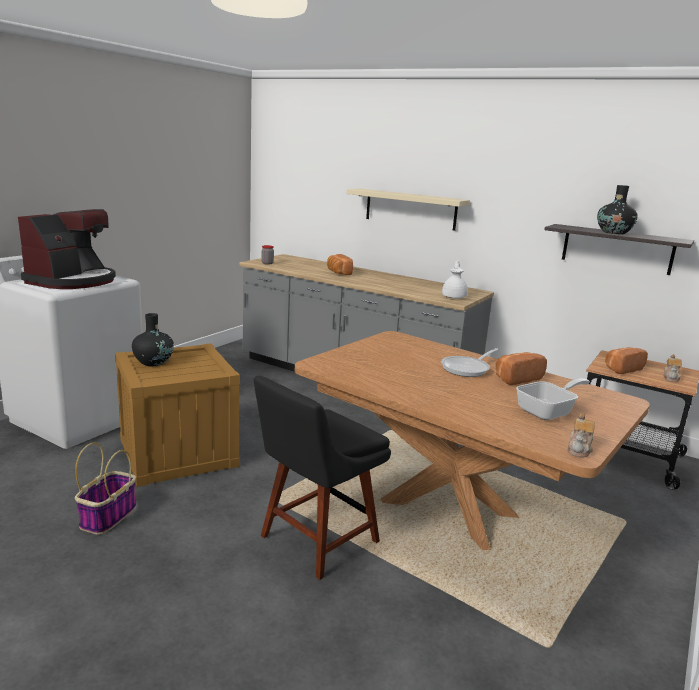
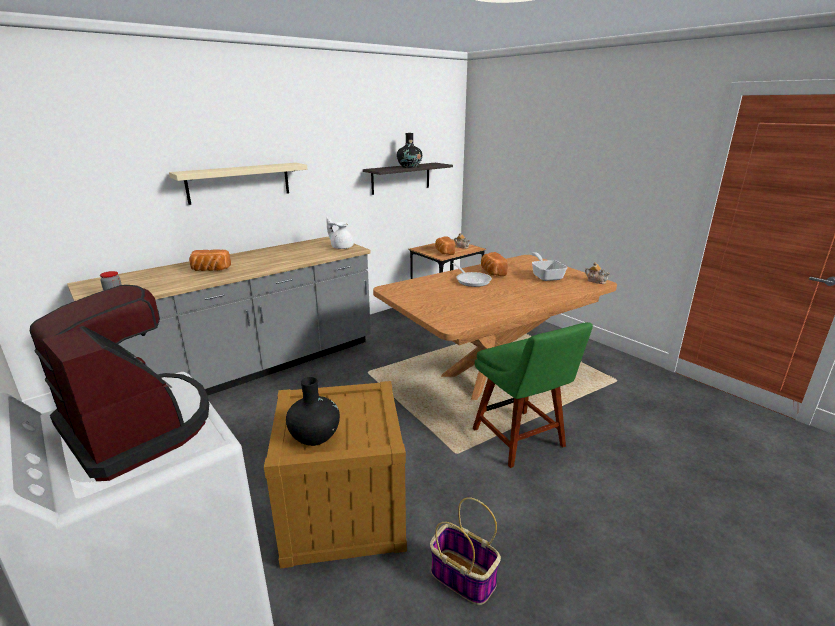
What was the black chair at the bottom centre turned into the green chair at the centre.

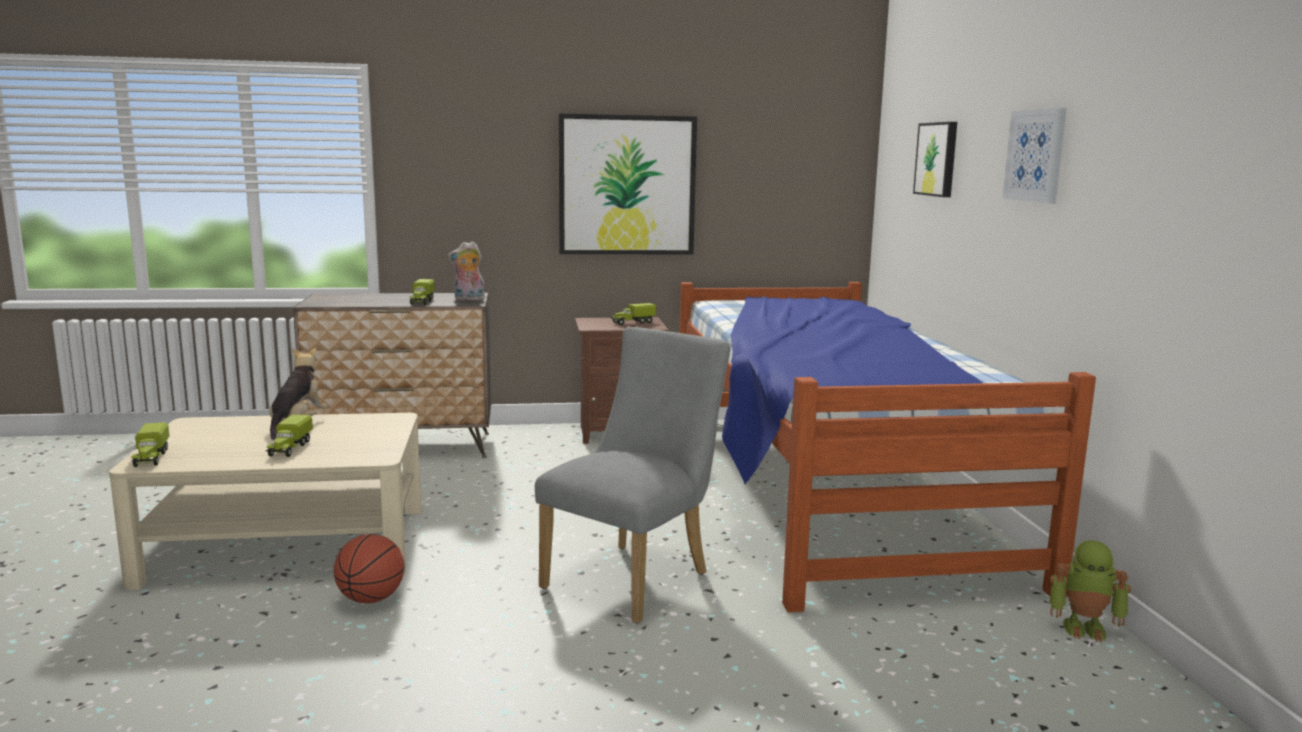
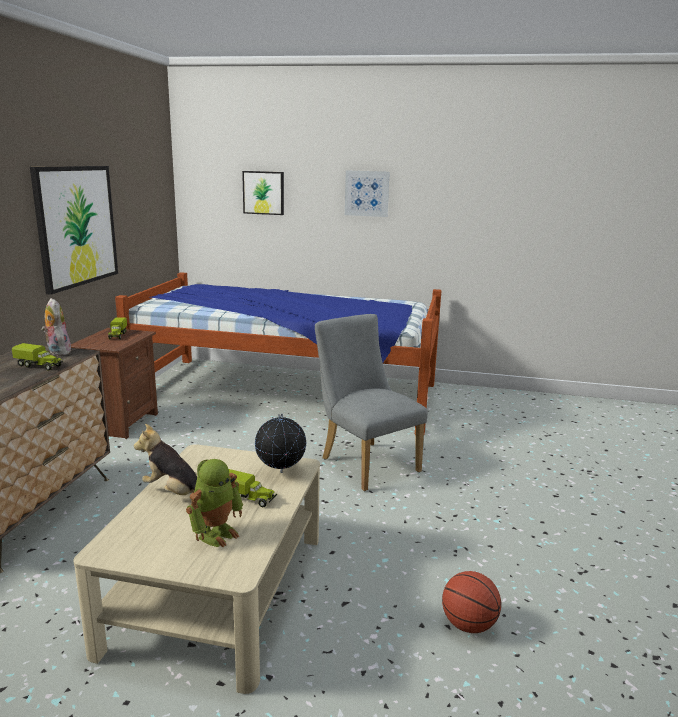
The plush toy (no. 2 from left in the first image) at the centre ended up facing another way, 135 degrees clockwise from before.
The toy robot ended up elsewhere, having gone from the bottom right to the bottom left.
The second view gained the globe at the centre.
The basketball ended up elsewhere, having gone from the bottom left to the bottom right.
The second view lost the toy truck (no. 1 from left) at the middle left.

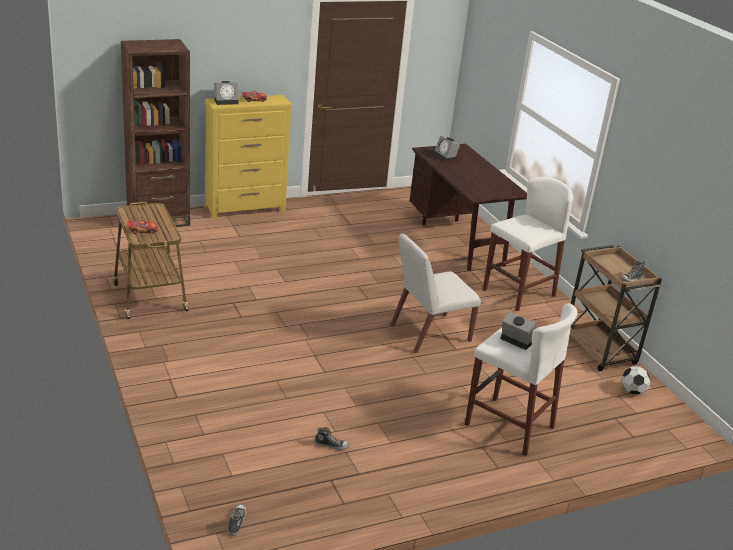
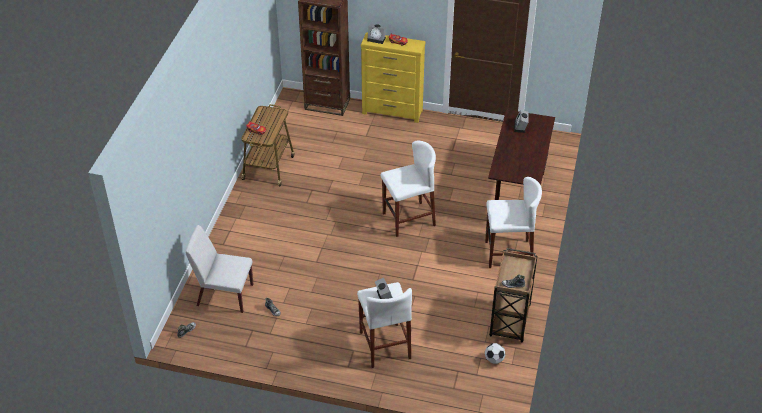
The white chair ended up elsewhere, having gone from the centre to the middle left.
The second view gained the white stool (no. 2 from left) at the centre.

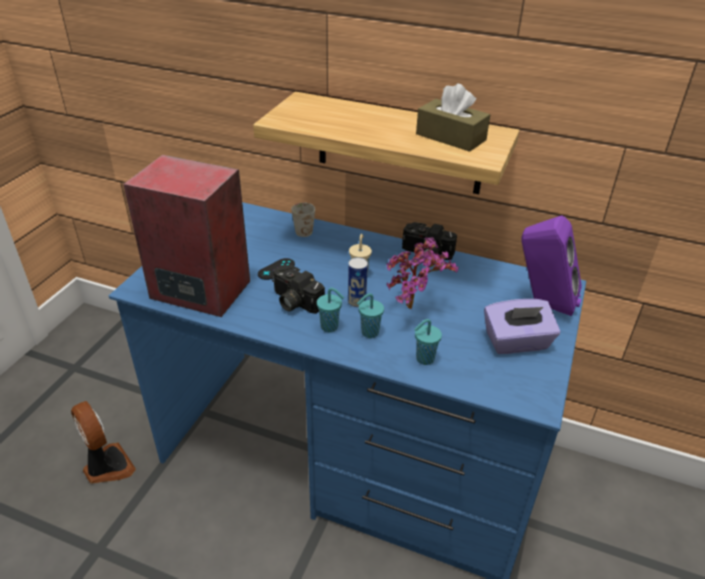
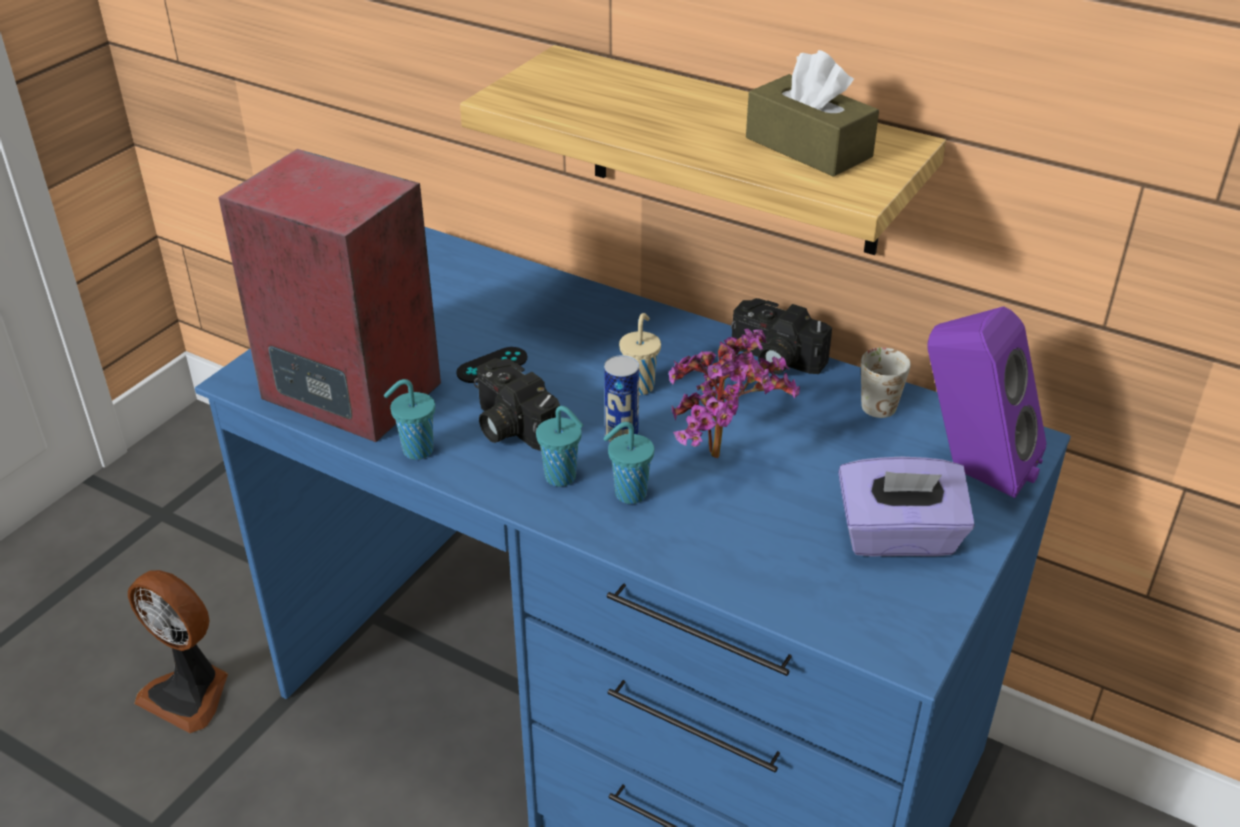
The fan at the bottom left ended up facing another way, 150 degrees clockwise from before.
The turquoise cup (no. 3 from left in the first image) ended up elsewhere, having gone from the centre to the middle left.
The white mug ended up elsewhere, having gone from the centre to the middle right.

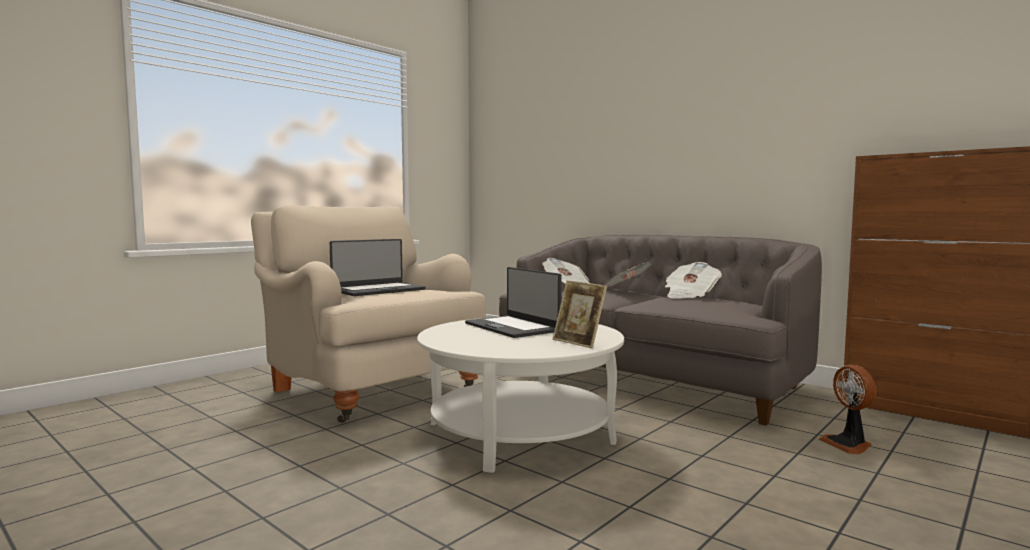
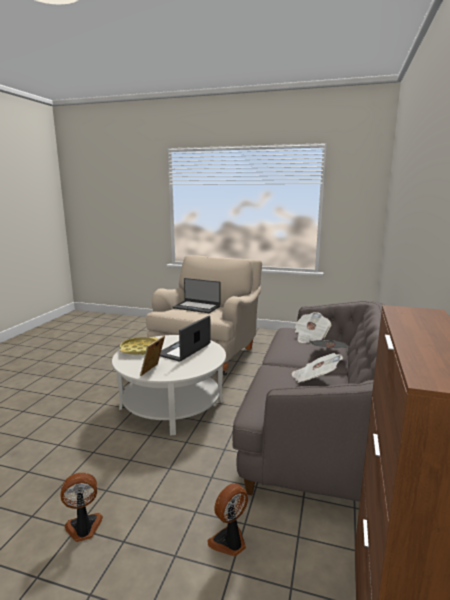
The second view gained the fan (no. 1 from left) at the bottom left.
The second view gained the yellow tray at the middle left.

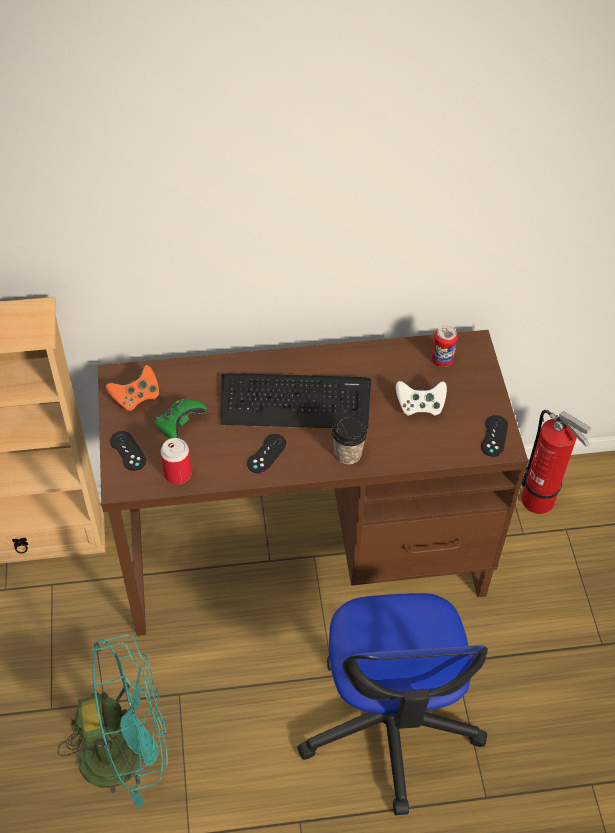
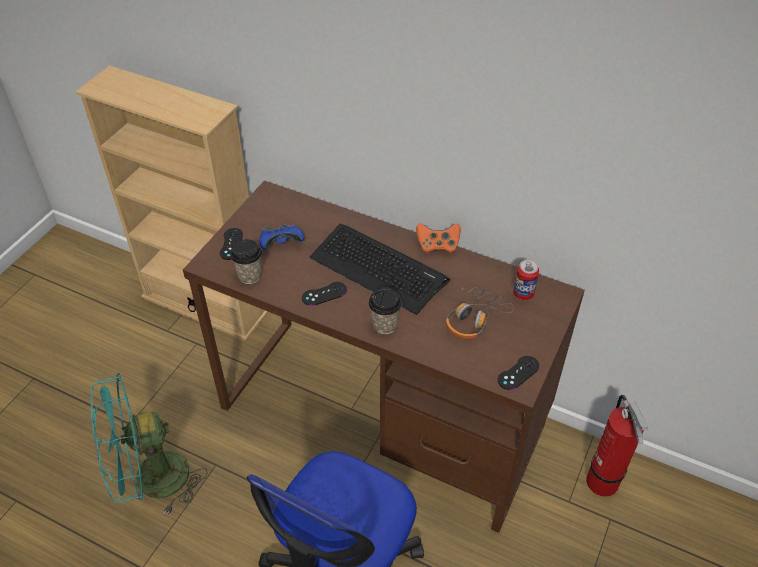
The turquoise fan at the bottom left ended up facing another way, 135 degrees clockwise from before.
Where the can (no. 1 from left) stood at the middle left, the cup (no. 1 from left) came to stand at the middle left.
What was the green game controller at the middle left turned into the blue game controller at the centre.
The orange game controller ended up elsewhere, having gone from the middle left to the centre.
Where the white game controller stood at the middle right, the headphones came to stand at the centre.

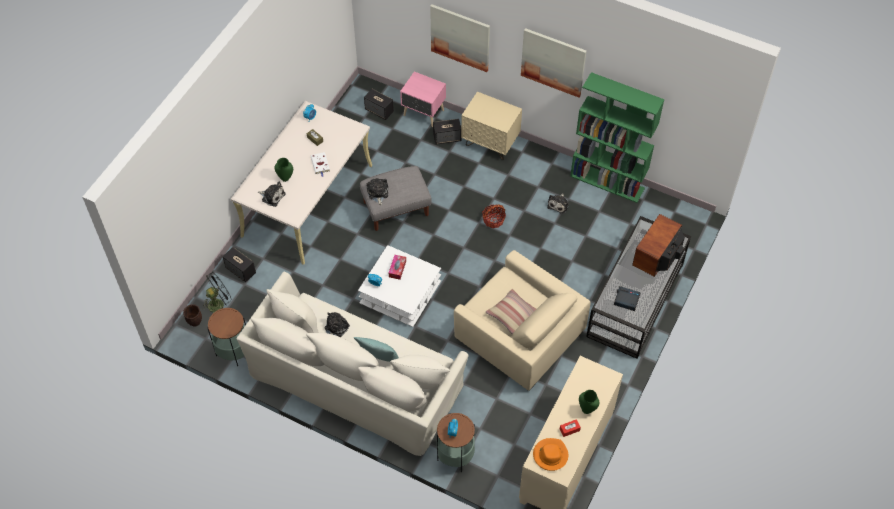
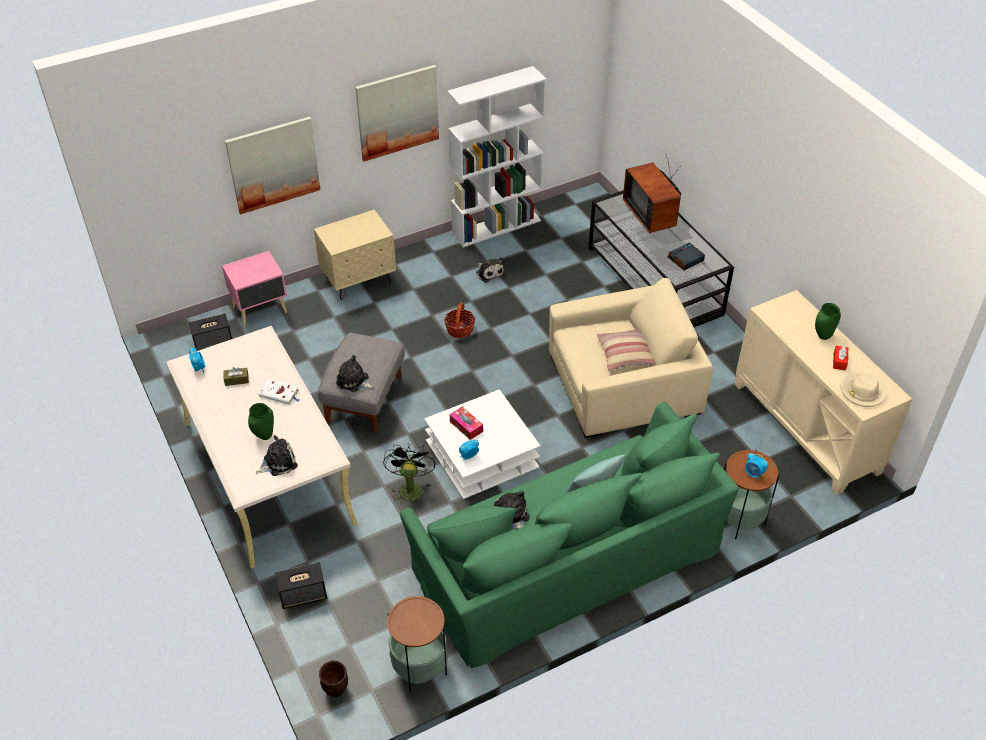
The black fan ended up elsewhere, having gone from the middle left to the centre.
What was the beige sofa at the bottom centre turned into the green sofa at the bottom centre.
What was the green bookcase at the top right turned into the white bookcase at the top centre.
What was the orange hat at the bottom centre turned into the beige hat at the middle right.
The second view lost the speaker (no. 3 from left) at the top centre.

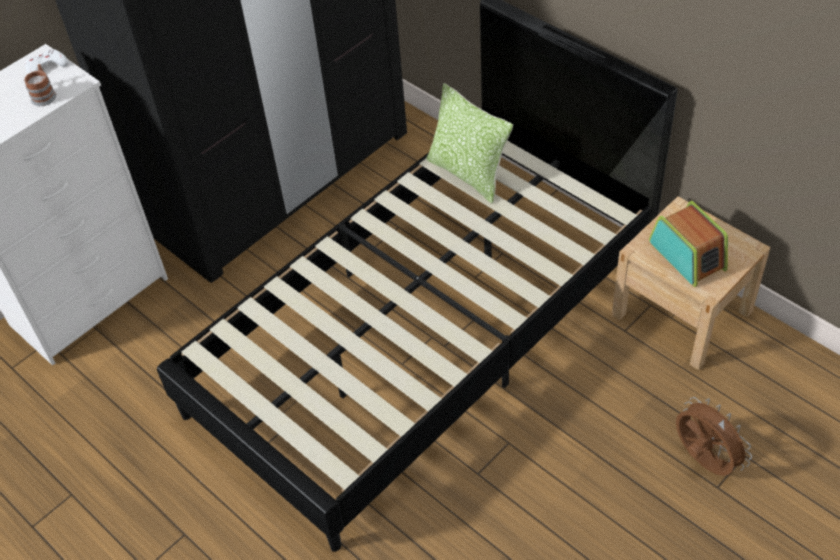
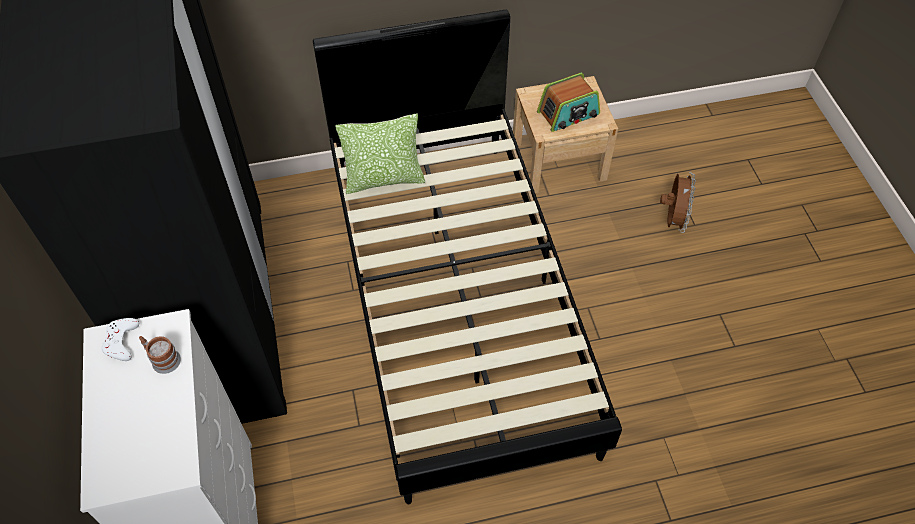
The radio at the middle right ended up facing another way, 150 degrees clockwise from before.
The brown fan at the bottom right ended up facing another way, 105 degrees clockwise from before.

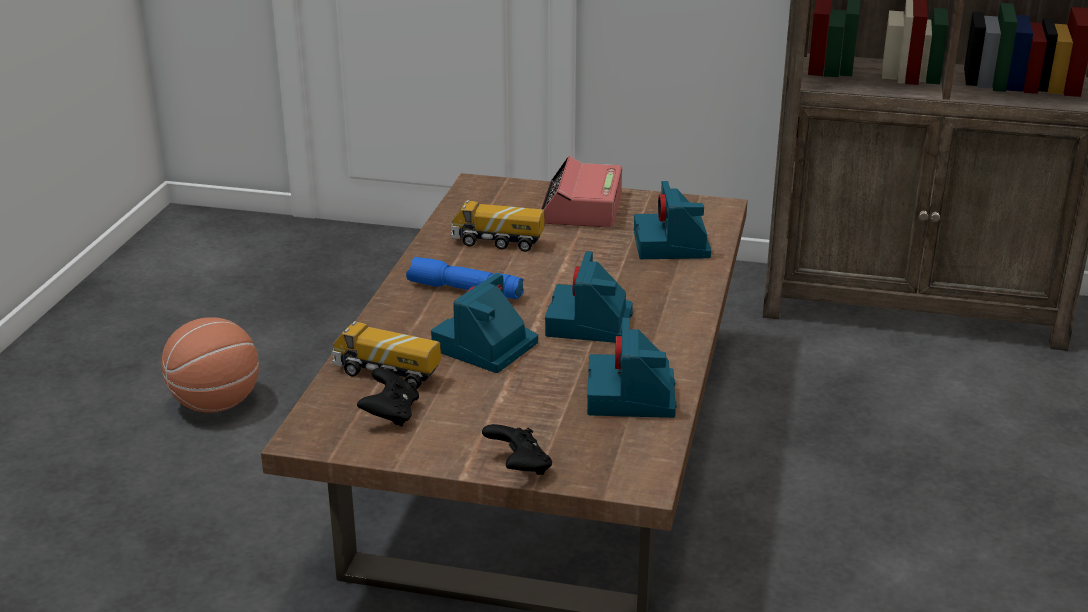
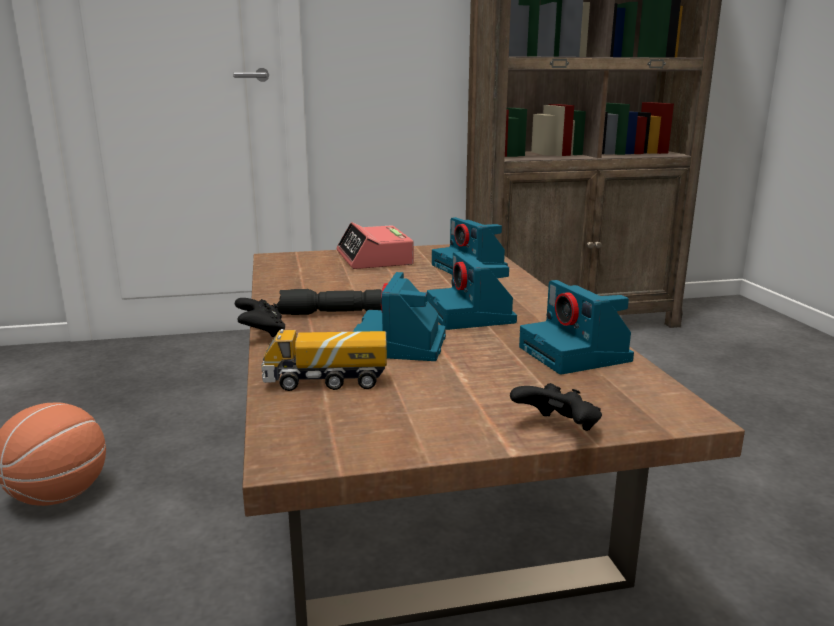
The black game controller (no. 1 from left) ended up elsewhere, having gone from the centre to the middle left.
What was the blue flashlight at the centre turned into the black flashlight at the centre.
The second view lost the toy truck (no. 2 from left) at the centre.

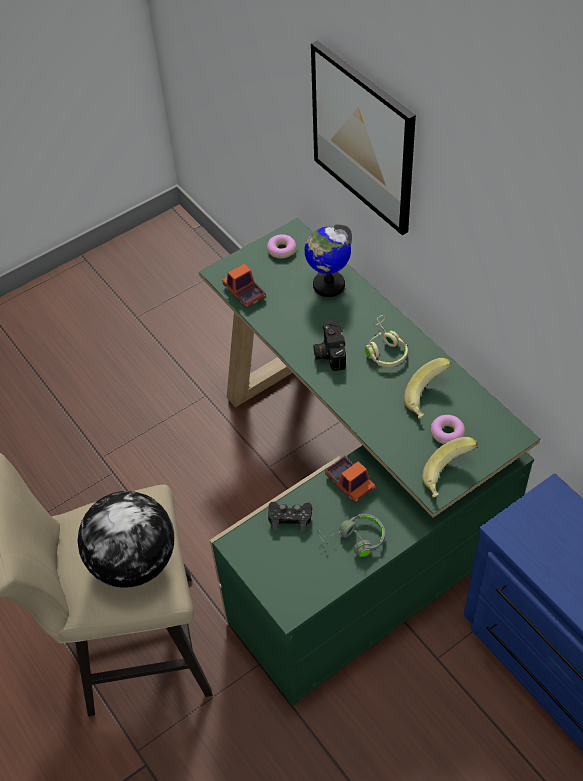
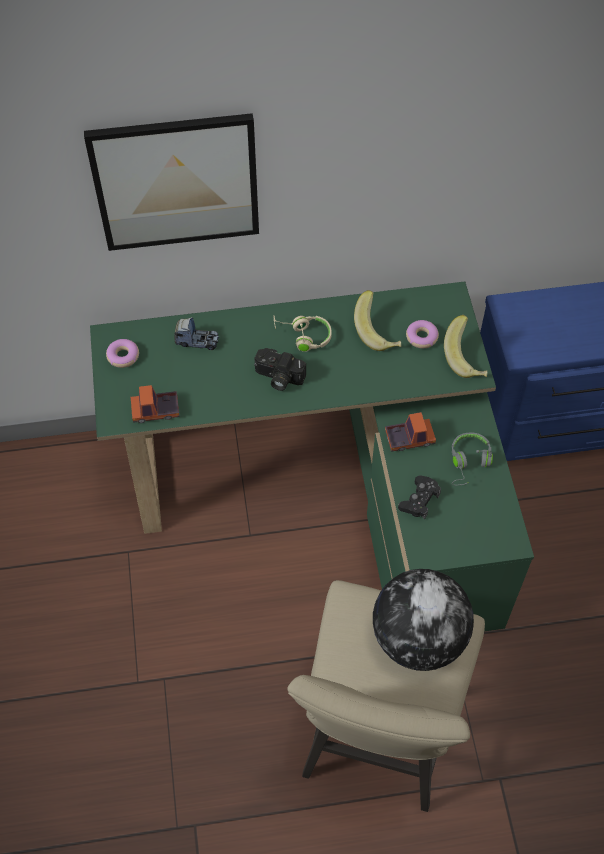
Where the globe (no. 2 from left) stood at the top centre, the toy truck (no. 2 from left) came to stand at the middle left.

